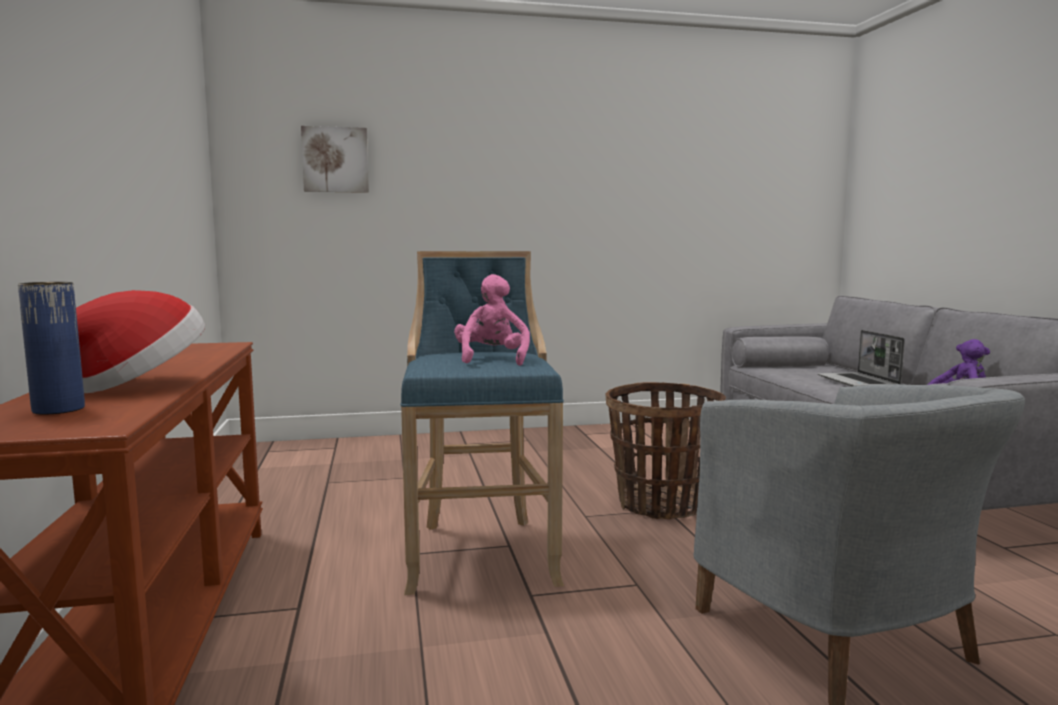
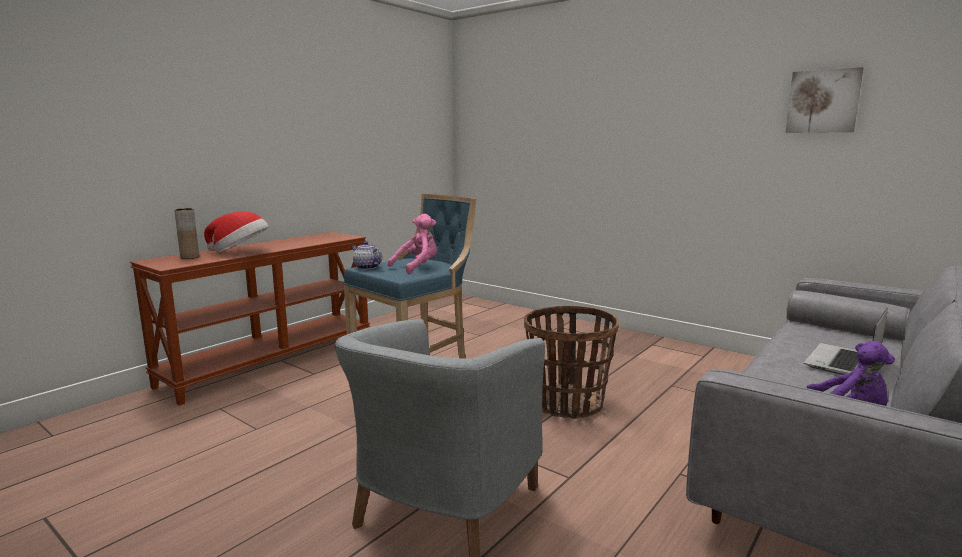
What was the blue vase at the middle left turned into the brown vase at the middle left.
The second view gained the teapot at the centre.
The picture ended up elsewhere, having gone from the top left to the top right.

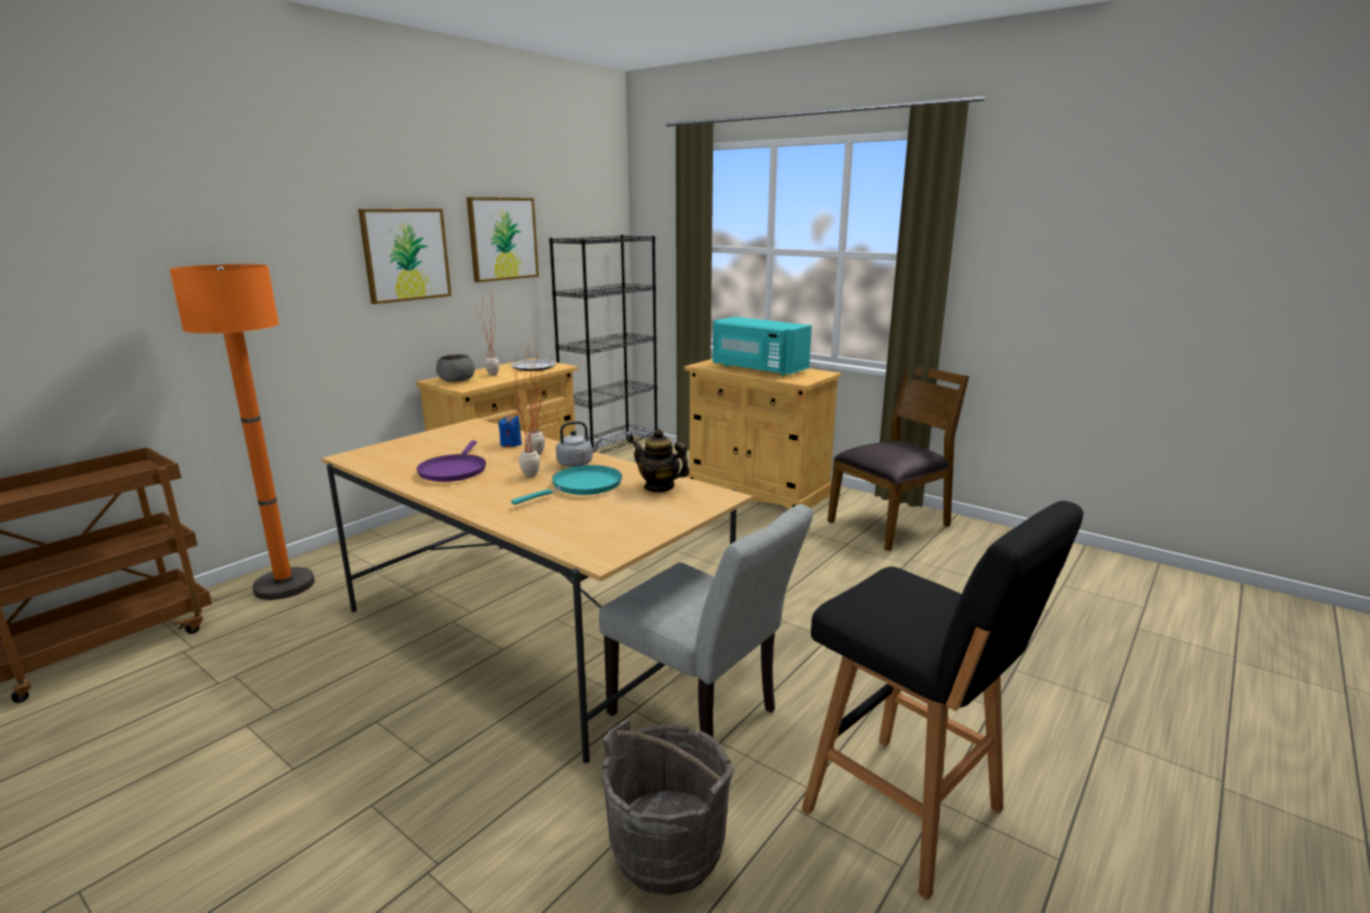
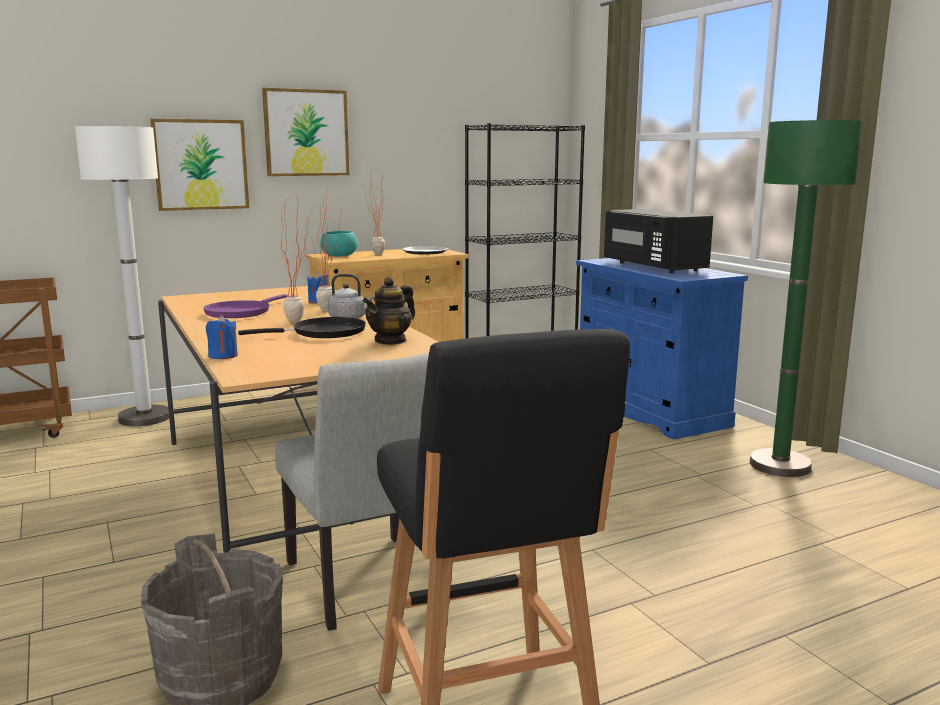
What was the orange floor lamp at the middle left turned into the white floor lamp at the middle left.
The picture (no. 2 from left in the first image) ended up elsewhere, having gone from the top centre to the top left.
The second view gained the blue candle (no. 1 from left) at the middle left.
What was the turquoise frying pan at the centre turned into the black frying pan at the middle left.
What was the grey bowl at the middle left turned into the turquoise bowl at the centre.
The teapot at the centre ended up facing another way, 105 degrees counterclockwise from before.
What was the beige cabinet (no. 2 from left) at the centre turned into the blue cabinet at the middle right.
What was the turquoise microwave at the centre turned into the black microwave at the middle right.
Where the brown chair stood at the centre, the green floor lamp came to stand at the middle right.

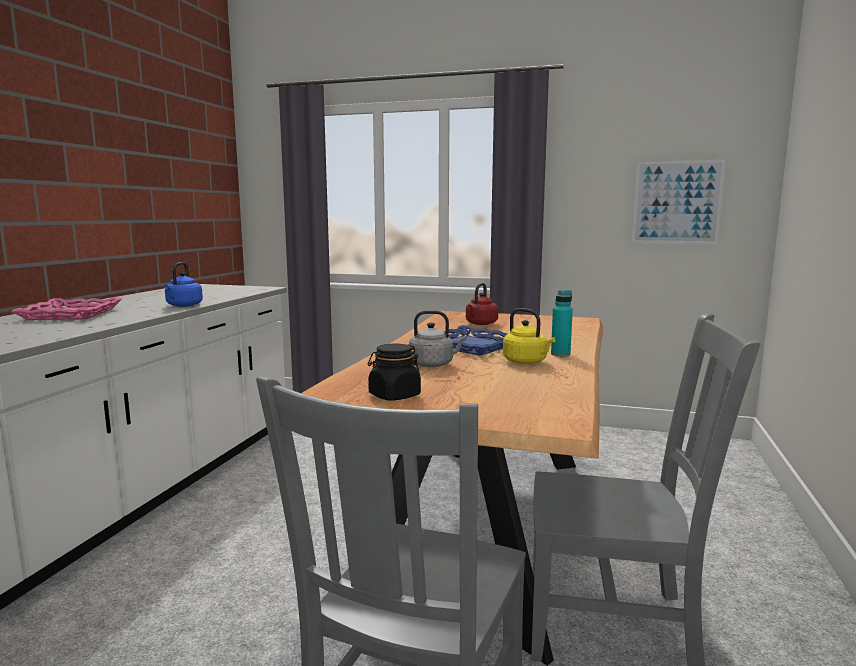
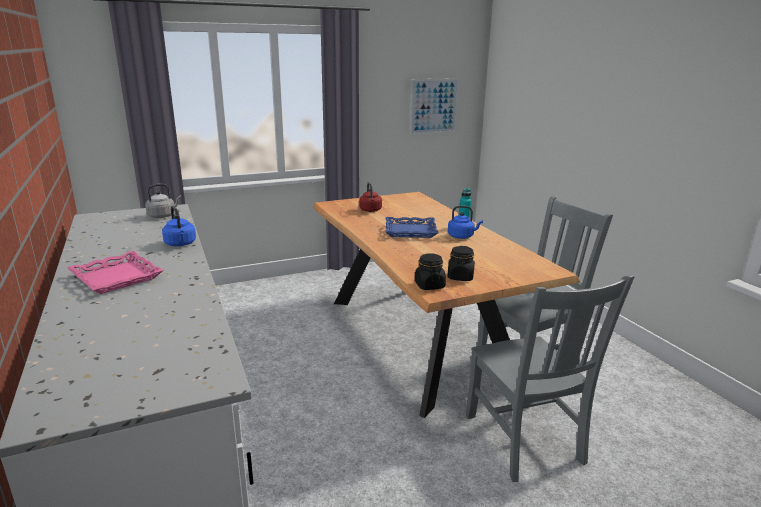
The grey kettle ended up elsewhere, having gone from the centre to the middle left.
The second view gained the black jar (no. 1 from left) at the centre.
What was the yellow kettle at the centre turned into the blue kettle (no. 2 from left) at the centre.

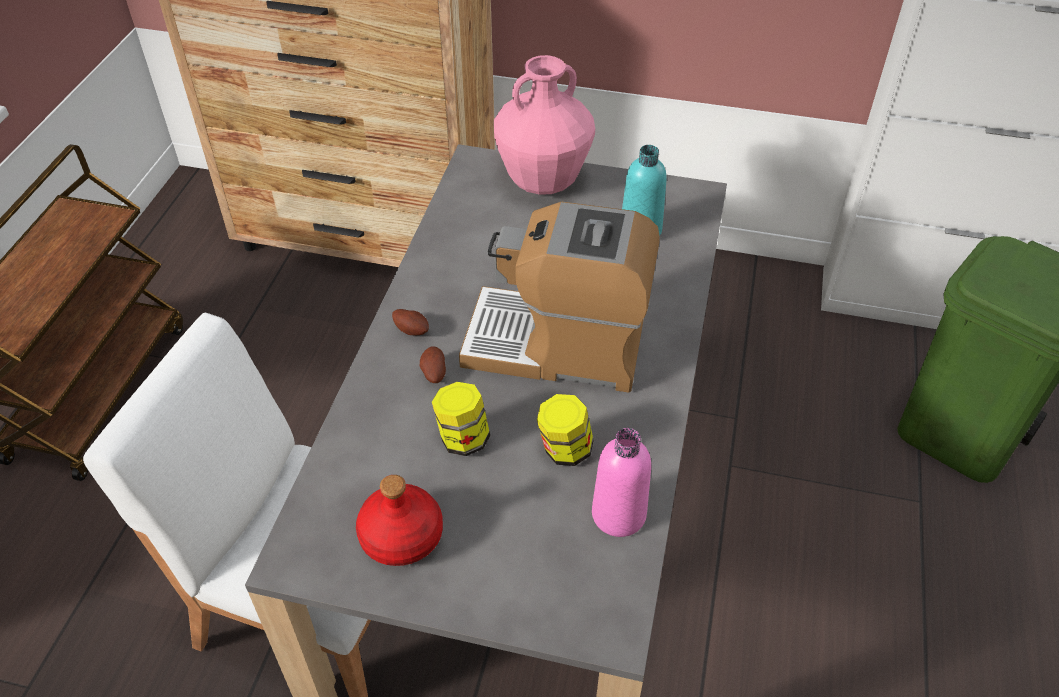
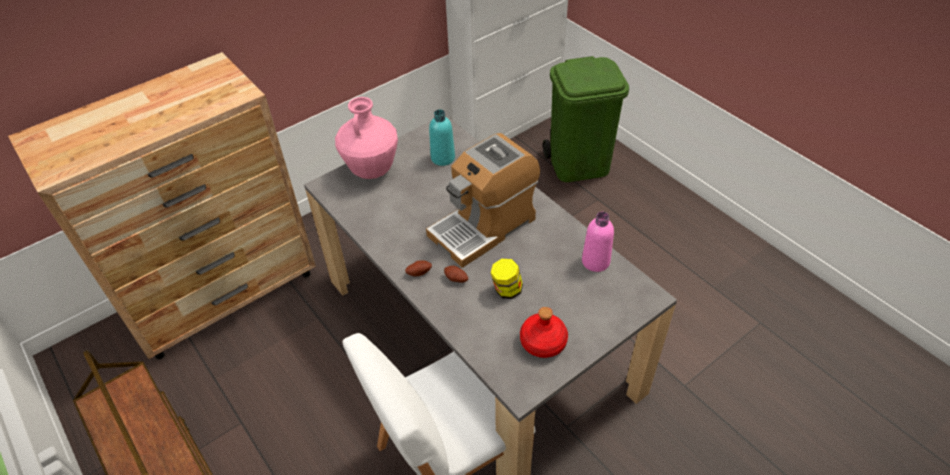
The second view lost the jar (no. 2 from left) at the centre.

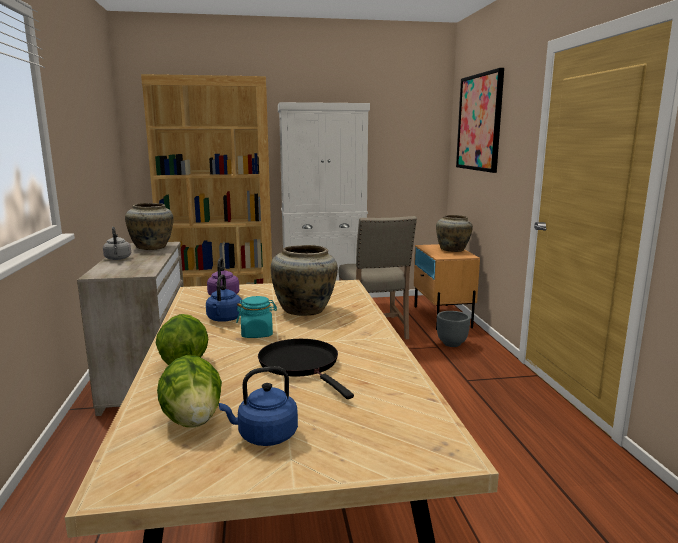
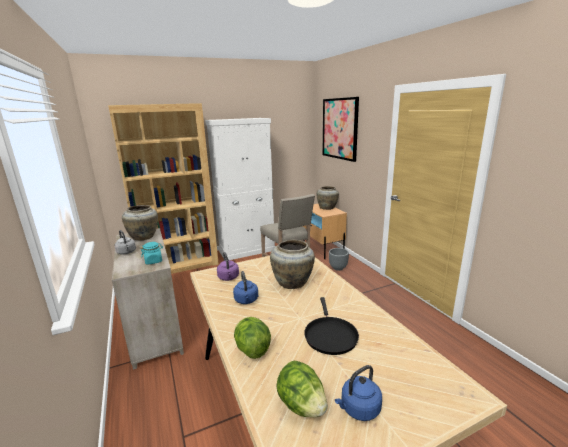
The turquoise jar ended up elsewhere, having gone from the centre to the middle left.
The black frying pan at the bottom centre ended up facing another way, 135 degrees counterclockwise from before.

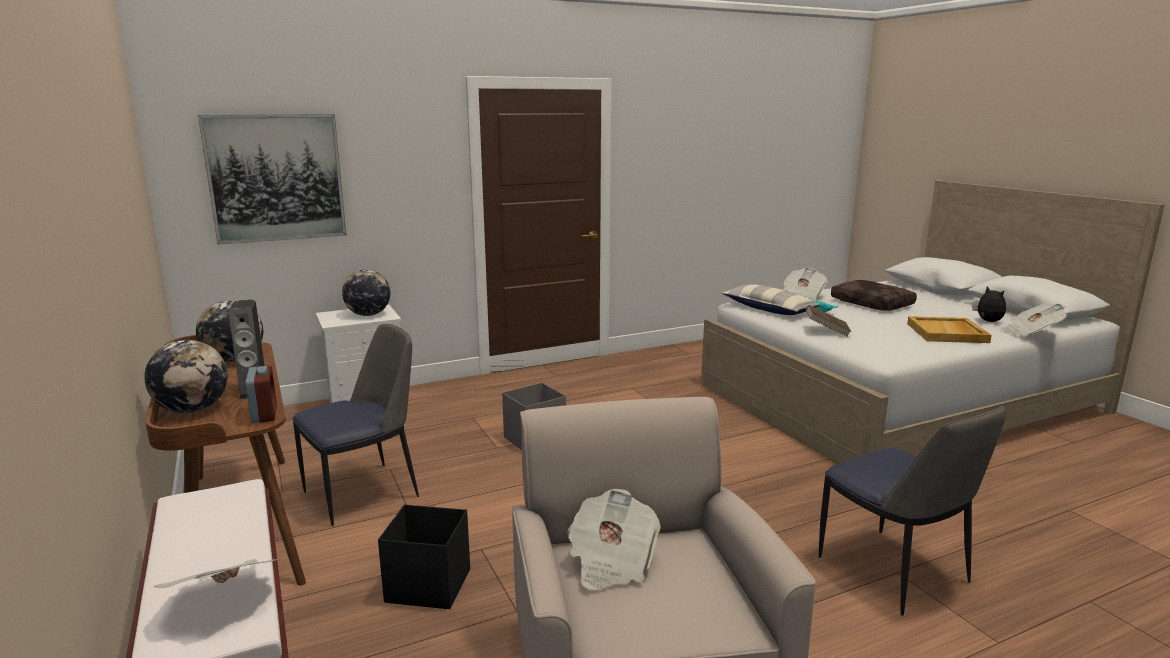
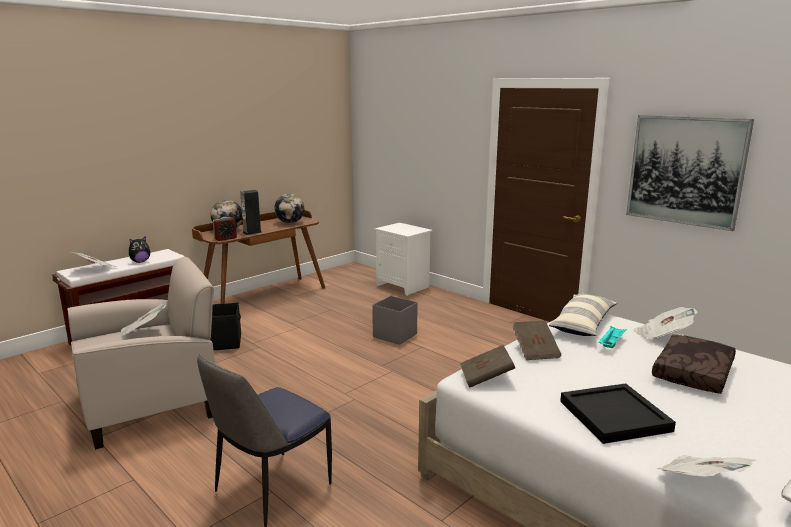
The plush toy ended up elsewhere, having gone from the middle right to the middle left.
The second view gained the brown book (no. 1 from left) at the bottom centre.
What was the beige tray at the middle right turned into the black tray at the bottom right.
The picture ended up elsewhere, having gone from the top left to the top right.
The second view lost the chair (no. 1 from left) at the middle left.
The second view lost the globe (no. 3 from left) at the middle left.

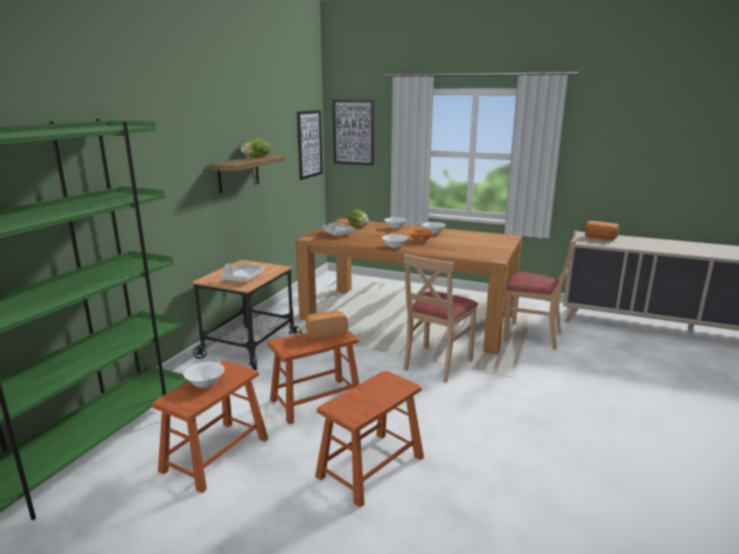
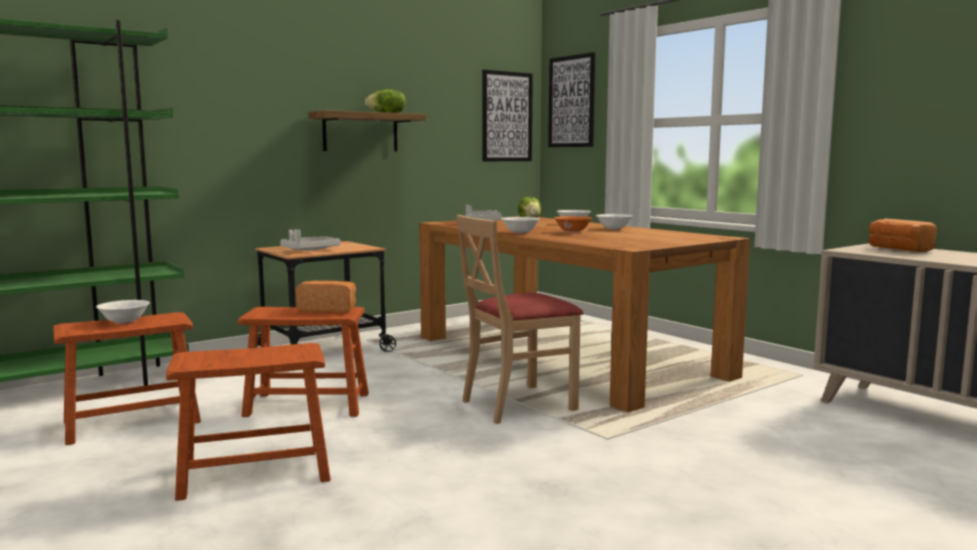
The second view lost the beige chair (no. 2 from left) at the middle right.

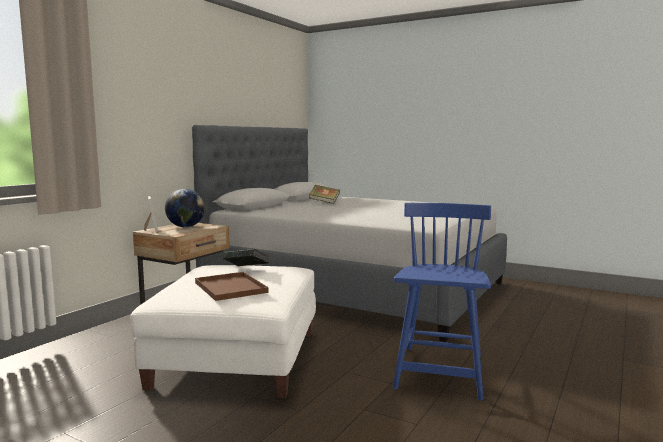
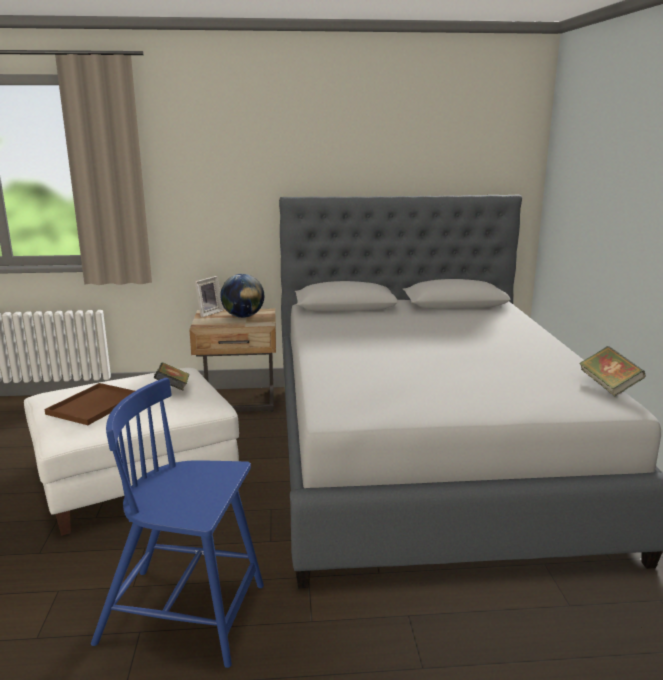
The blue chair at the bottom right ended up facing another way, 150 degrees counterclockwise from before.
The book (no. 2 from left) ended up elsewhere, having gone from the centre to the middle right.

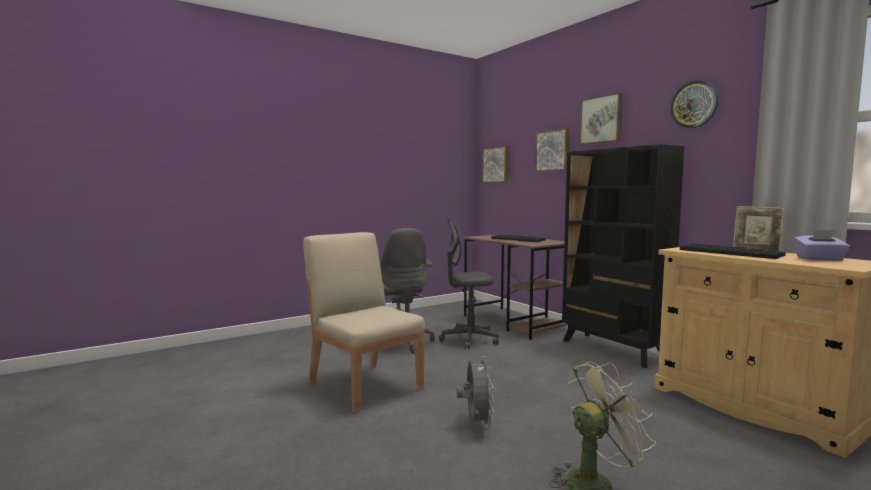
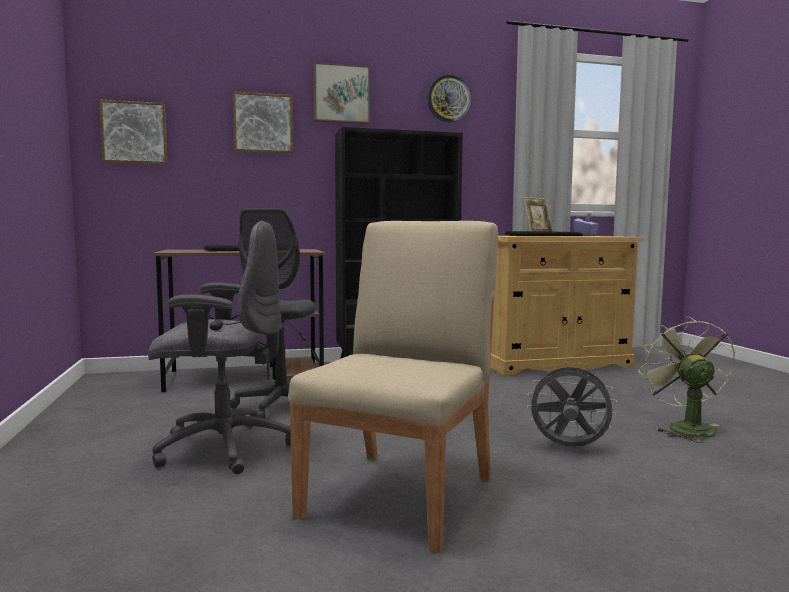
The beige chair at the centre ended up facing another way, 135 degrees clockwise from before.

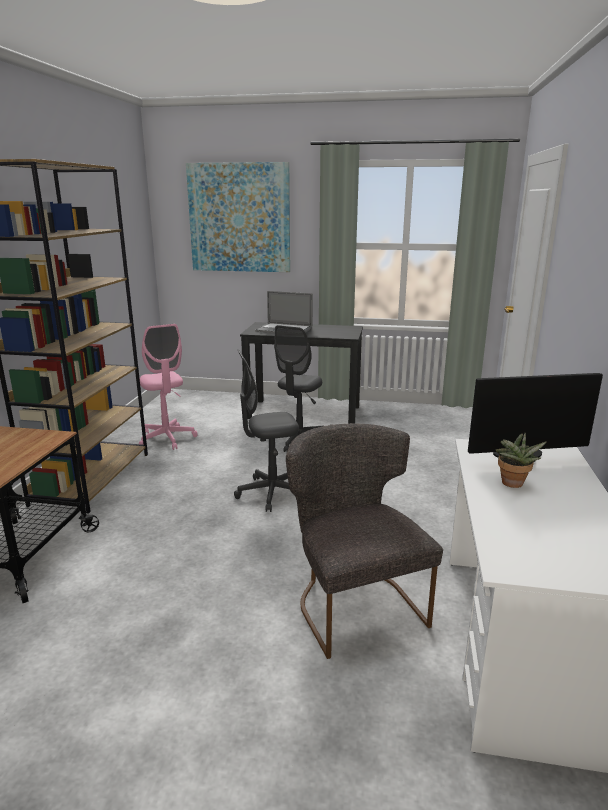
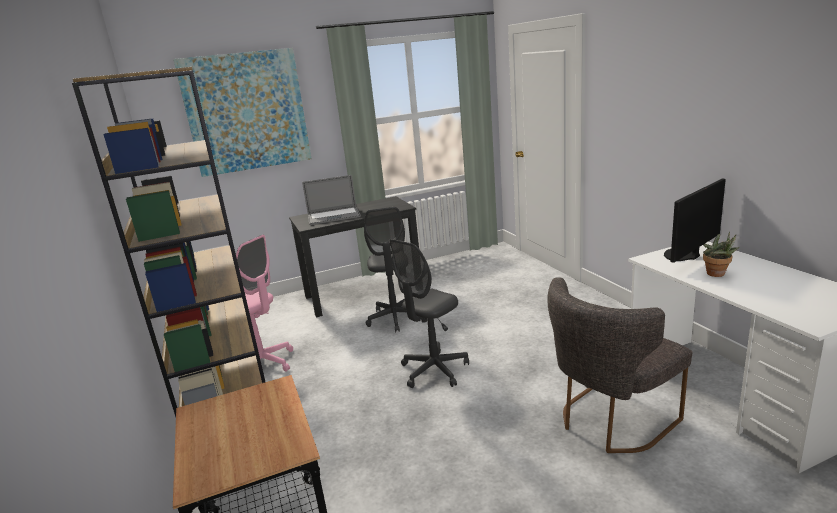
The grey chair at the bottom centre ended up facing another way, 75 degrees counterclockwise from before.

